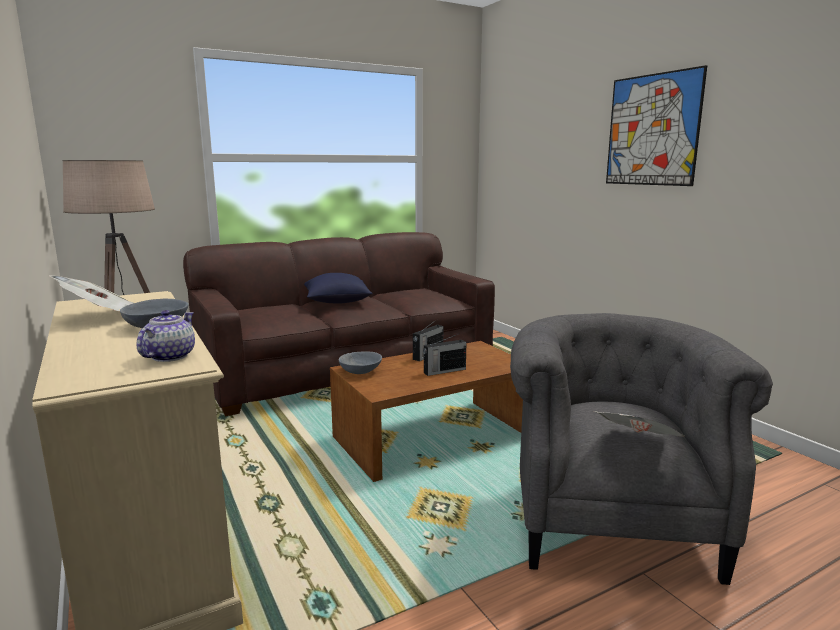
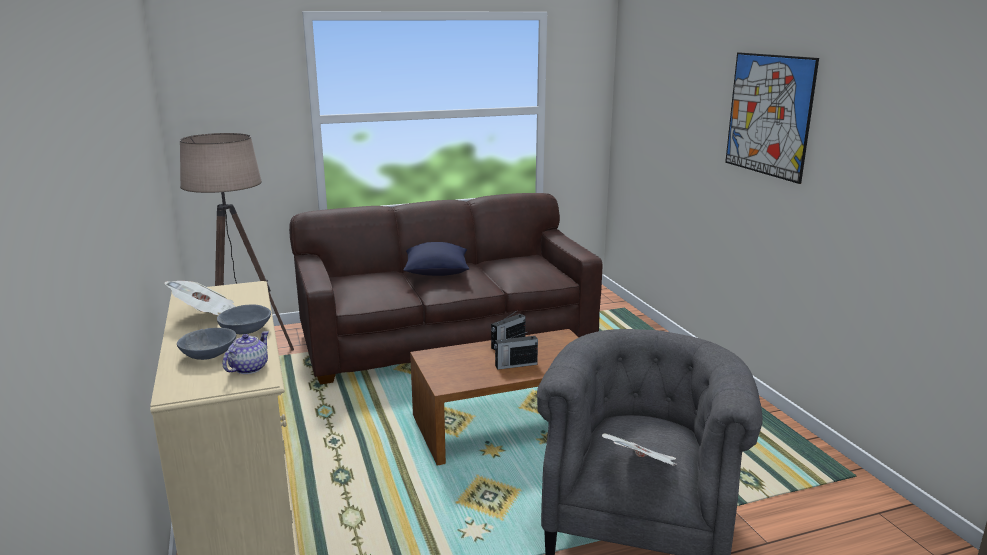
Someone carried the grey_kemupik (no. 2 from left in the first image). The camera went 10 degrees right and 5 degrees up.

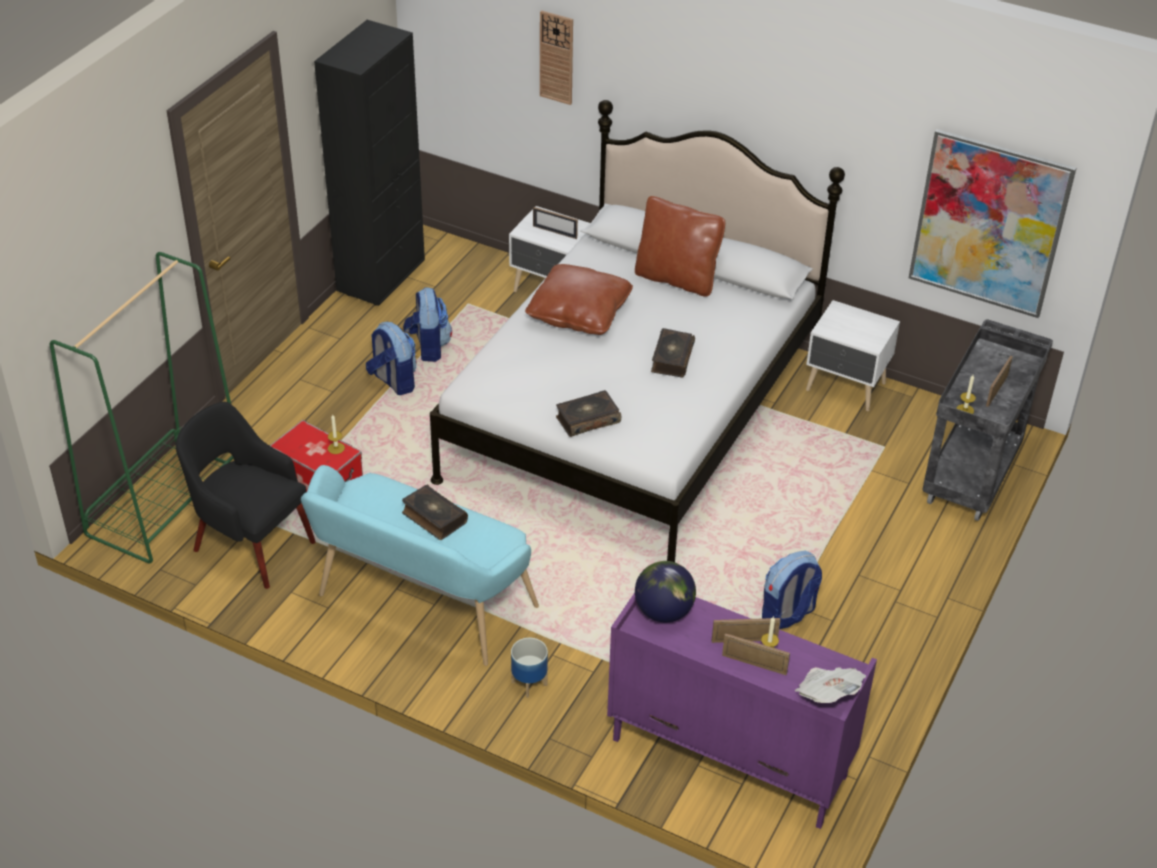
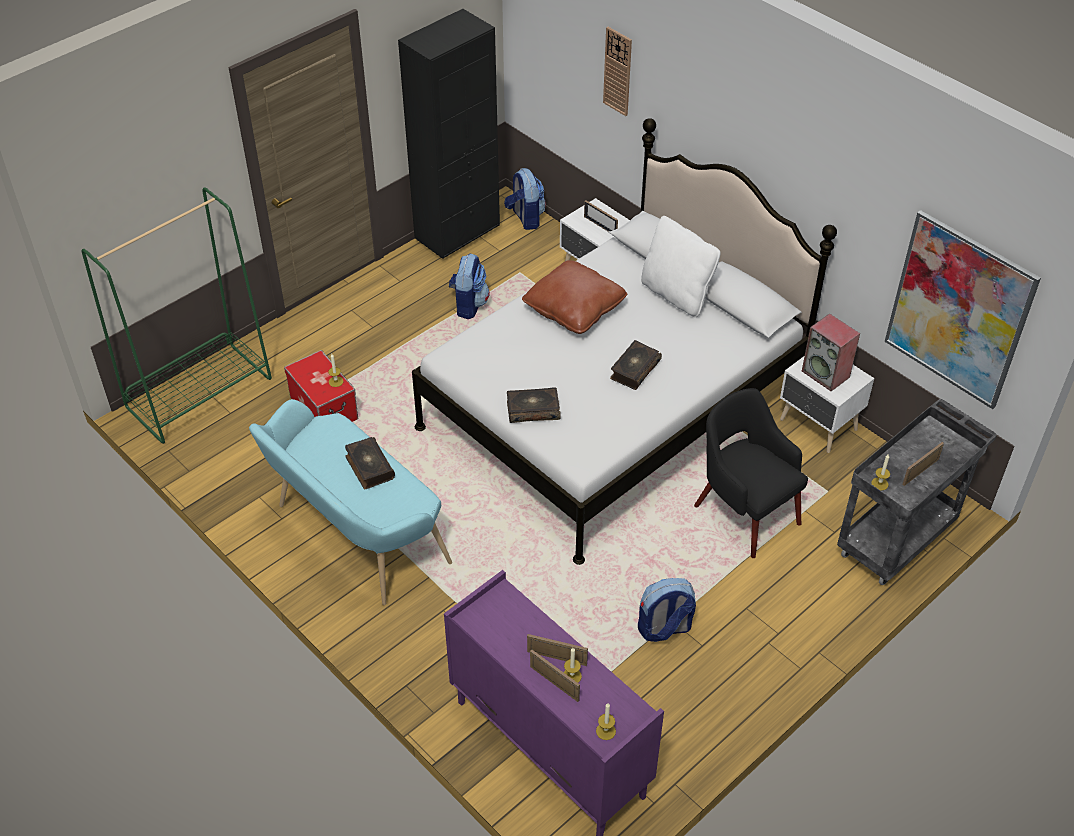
Someone carried the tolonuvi (no. 1 from left in the first image). Someone swapped the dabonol for the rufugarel (no. 3 from left). Someone repainted the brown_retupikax (no. 2 from left), which became the white_retupikax. Someone carried the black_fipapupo. Someone put down the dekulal. Someone took away the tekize. Someone took away the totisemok. The camera went 20 degrees right and 5 degrees up.

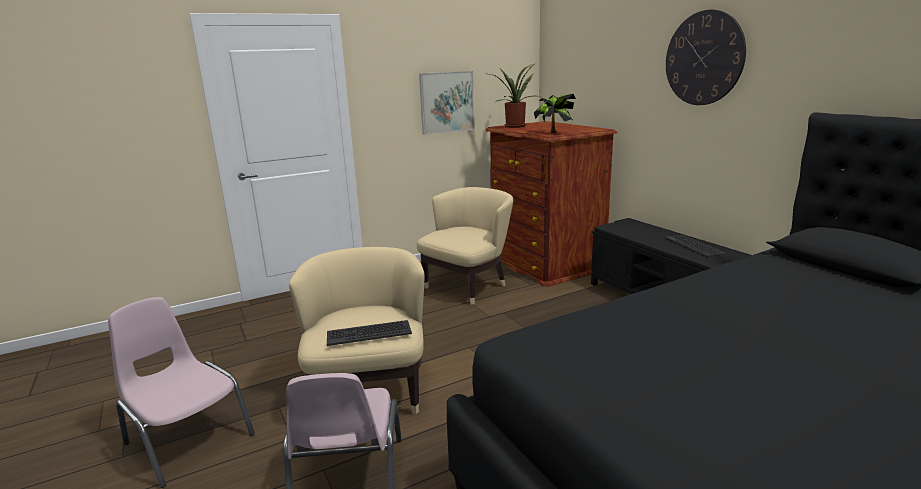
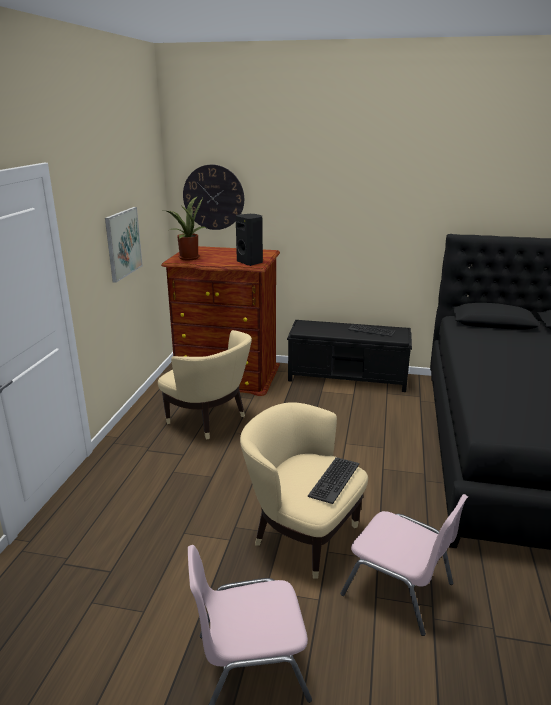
Someone rotated the beige_fipapupo (no. 2 from left in the first image) by 135 degrees clockwise. Someone carried the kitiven. Someone swapped the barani (no. 2 from left) for the black_dekulal. The camera went 50 degrees left and 5 degrees up.

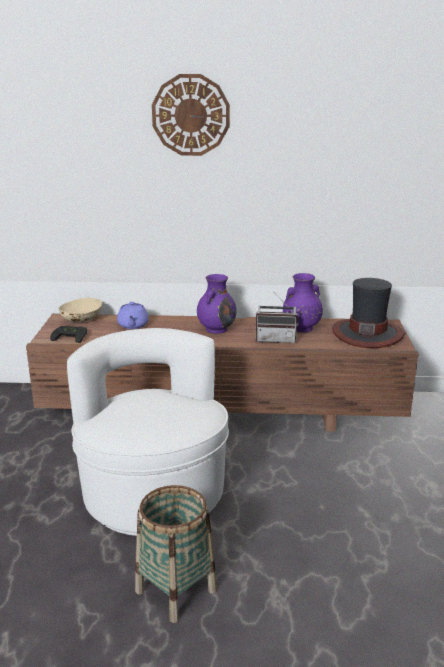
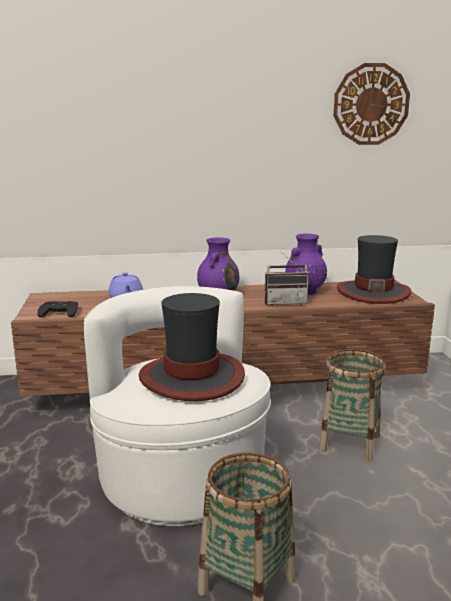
Someone put down the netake (no. 1 from left). Someone put down the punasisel (no. 2 from left). Someone carried the kitiven. Someone took away the beige_kemupik. The camera went 10 degrees left and 5 degrees down.

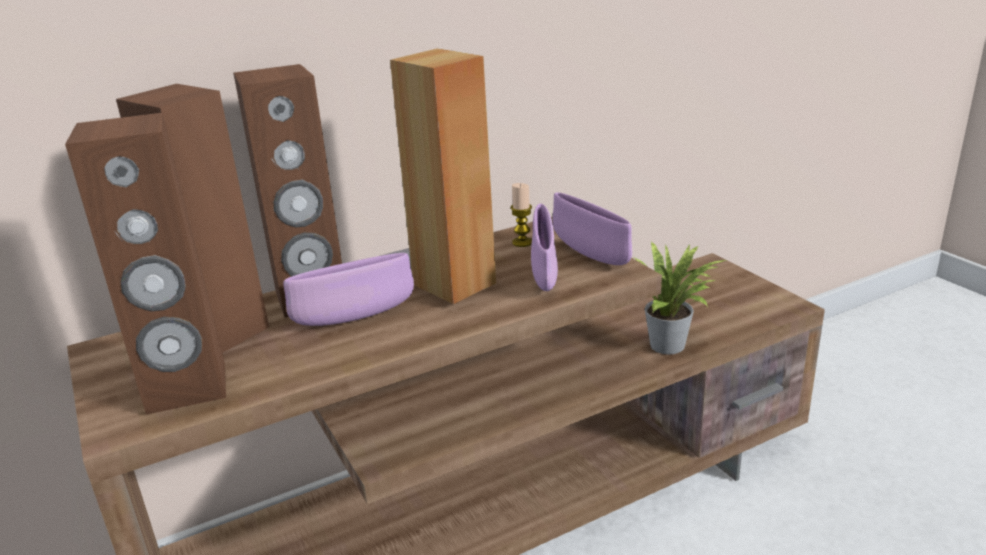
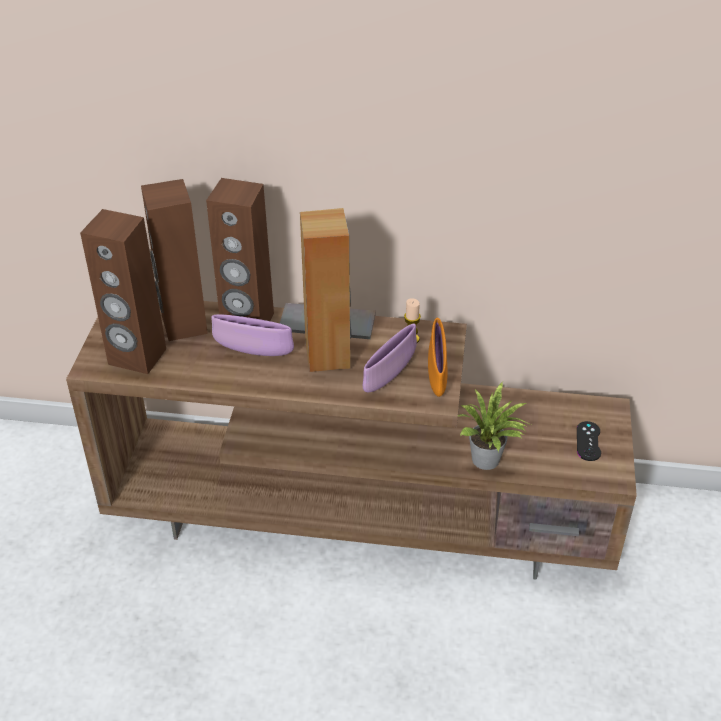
Someone repainted the purple_kemupik (no. 3 from left), which became the orange_kemupik. Someone put down the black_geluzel. The camera went 35 degrees right and 15 degrees up.

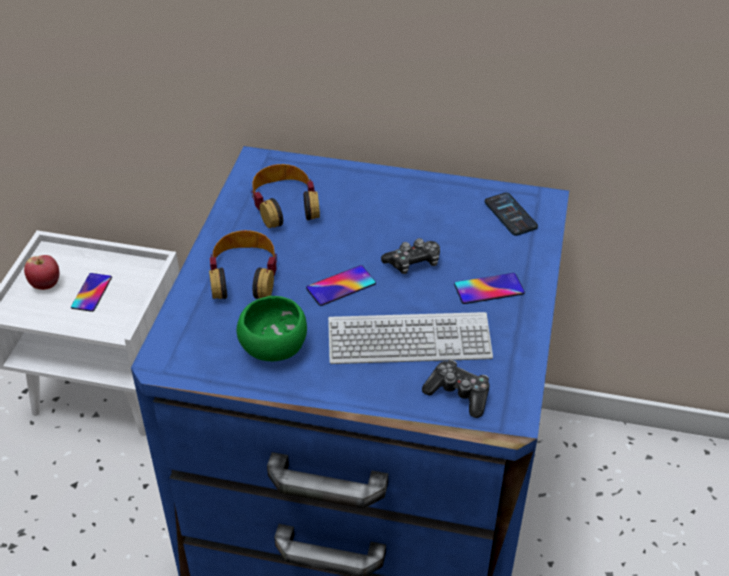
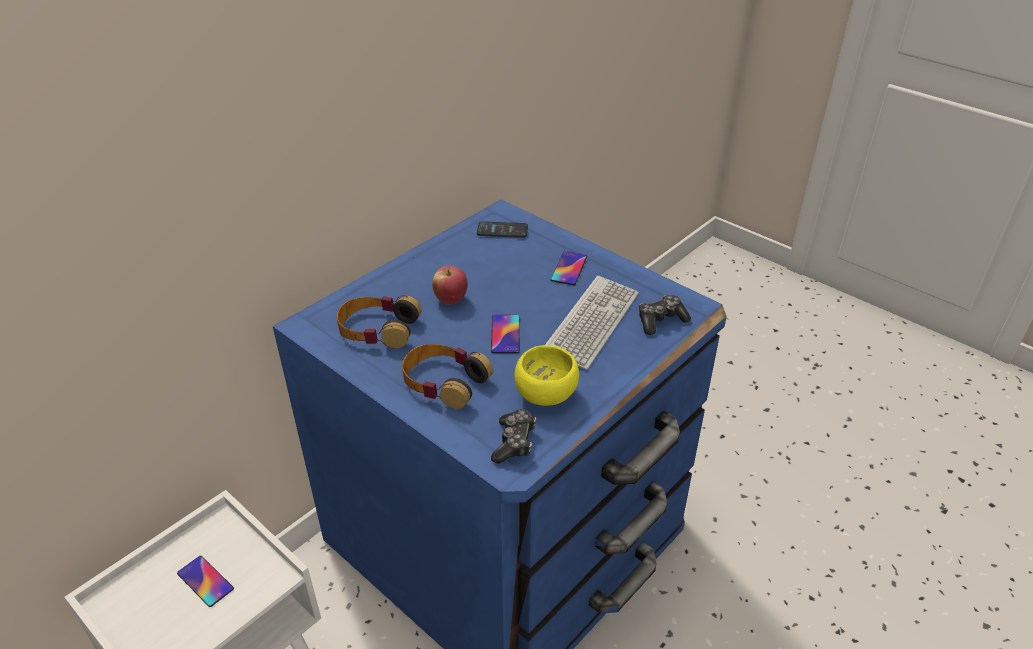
Someone carried the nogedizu. Someone carried the geluzel (no. 1 from left). Someone repainted the green_kemupik, which became the yellow_kemupik. The camera went 60 degrees left and 5 degrees down.

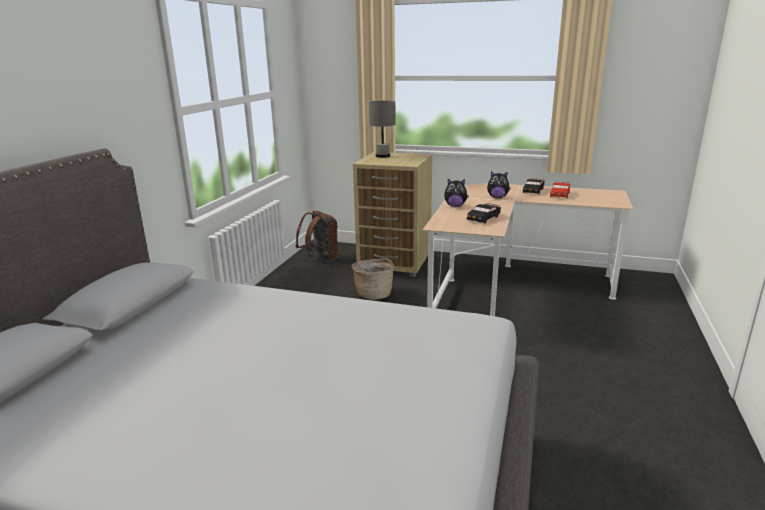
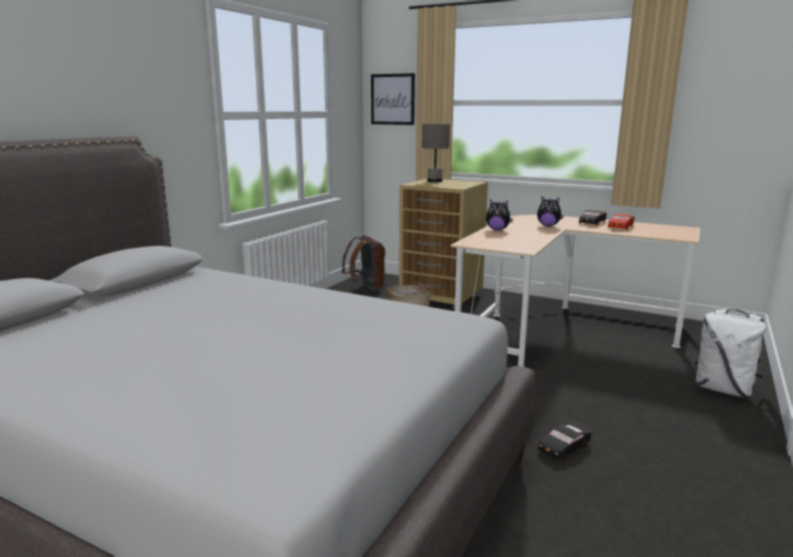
Someone put up the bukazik. Someone carried the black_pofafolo (no. 1 from left). Someone put down the white_tolonuvi. The camera went 10 degrees right and 5 degrees down.

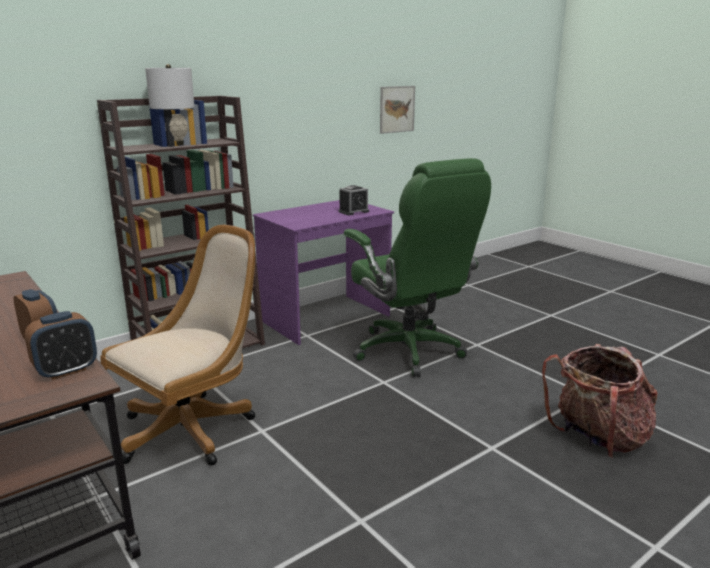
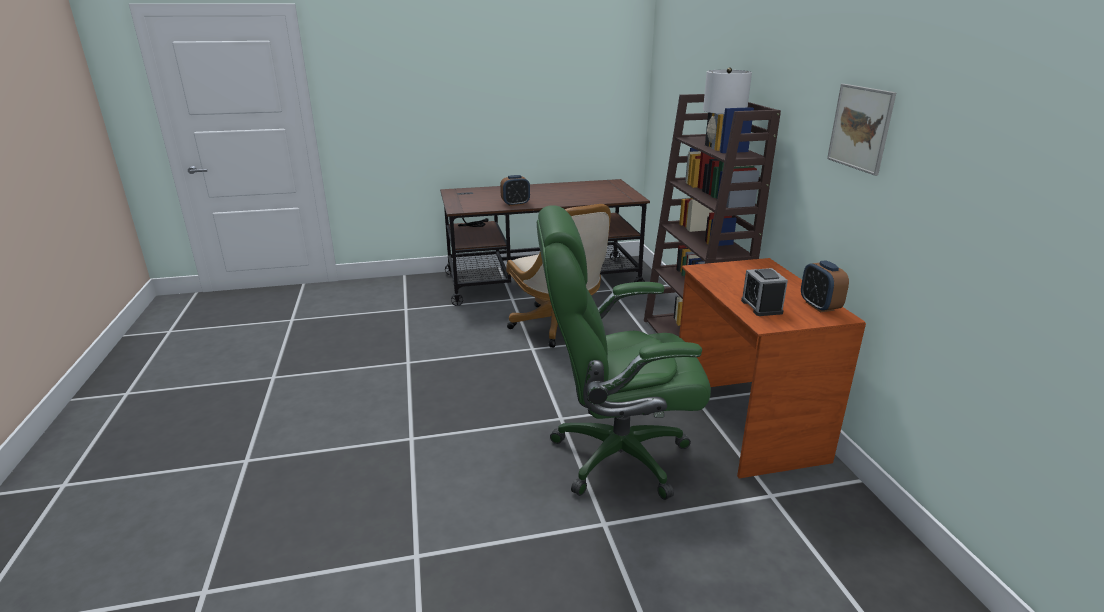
Someone repainted the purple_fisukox, which became the brown_fisukox (no. 2 from left). Someone carried the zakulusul (no. 2 from left in the first image). Someone carried the bukazik. Someone took away the tolonuvi. The camera went 115 degrees right and 5 degrees up.

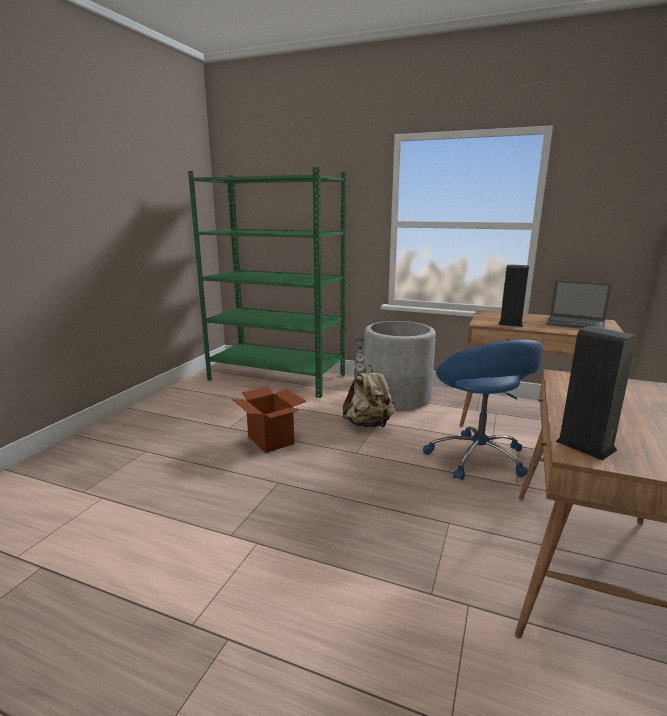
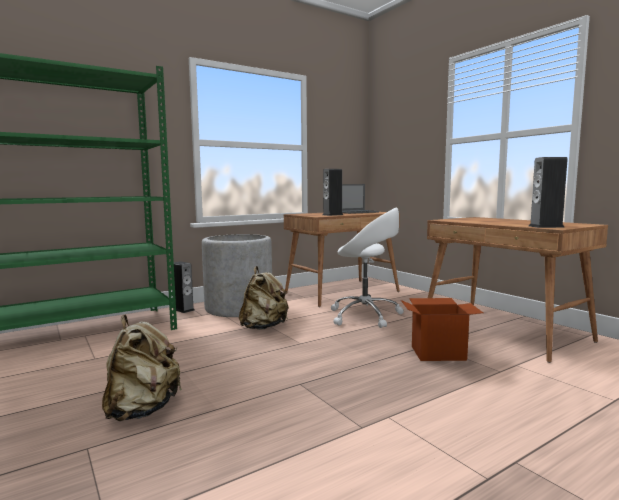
Someone put down the beige_tolonuvi (no. 1 from left). Someone repainted the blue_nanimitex, which became the white_nanimitex. Someone carried the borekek. The camera went 55 degrees left and 10 degrees down.

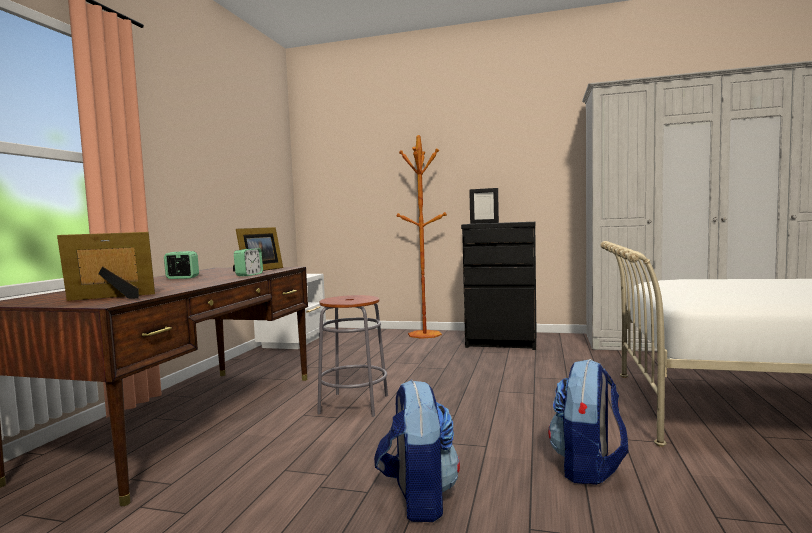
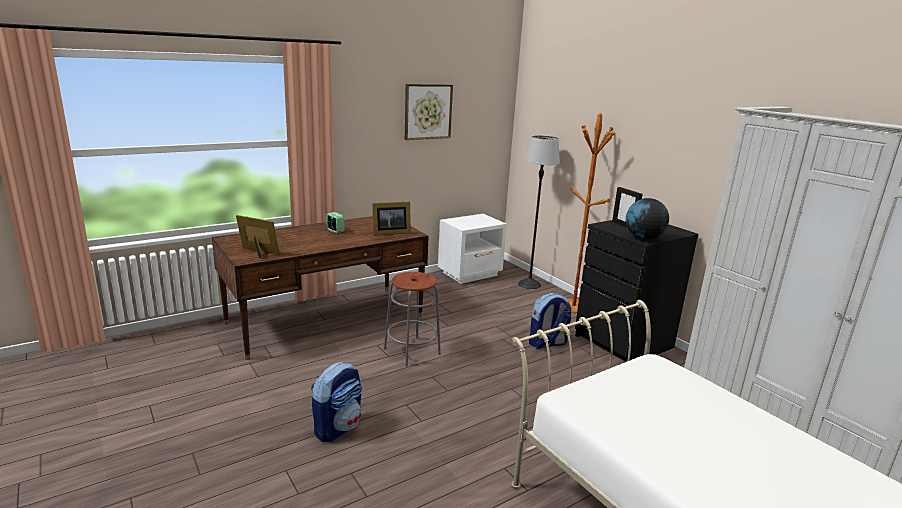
Someone put up the bukazik. Someone put down the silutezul. Someone carried the tolonuvi (no. 2 from left). Someone put down the totisemok. Someone took away the zakulusul (no. 2 from left). The camera went 40 degrees right and 15 degrees up.

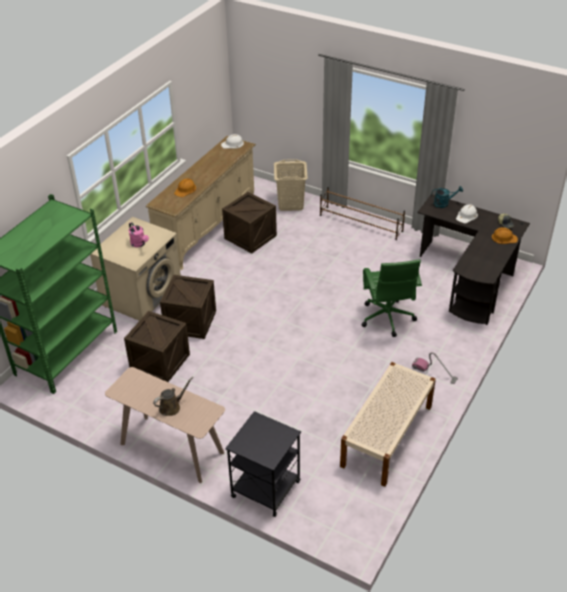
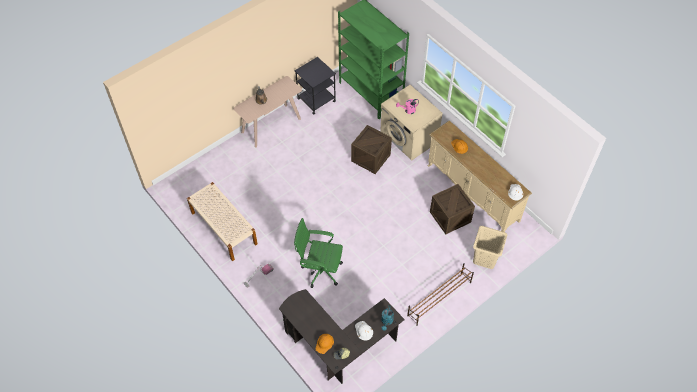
Someone carried the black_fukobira. Someone took away the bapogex (no. 1 from left). The camera went 110 degrees right and 15 degrees up.

